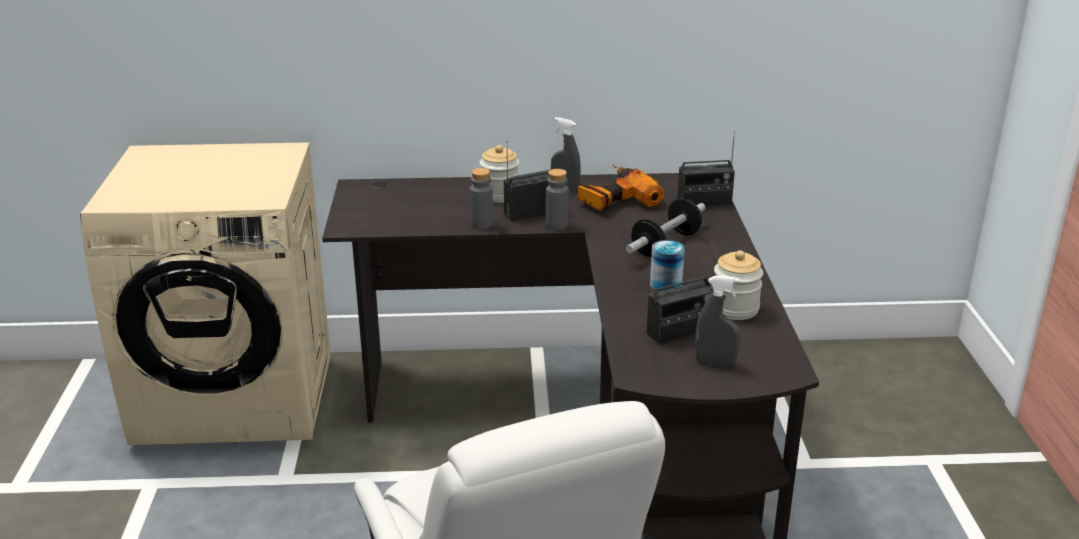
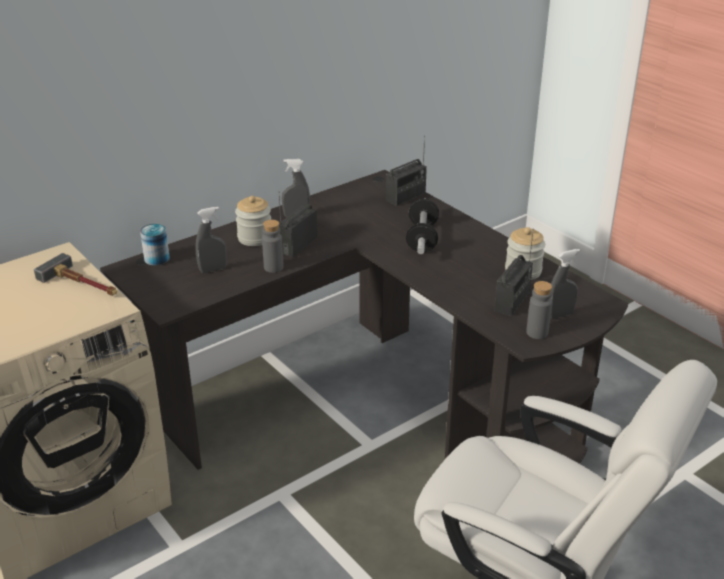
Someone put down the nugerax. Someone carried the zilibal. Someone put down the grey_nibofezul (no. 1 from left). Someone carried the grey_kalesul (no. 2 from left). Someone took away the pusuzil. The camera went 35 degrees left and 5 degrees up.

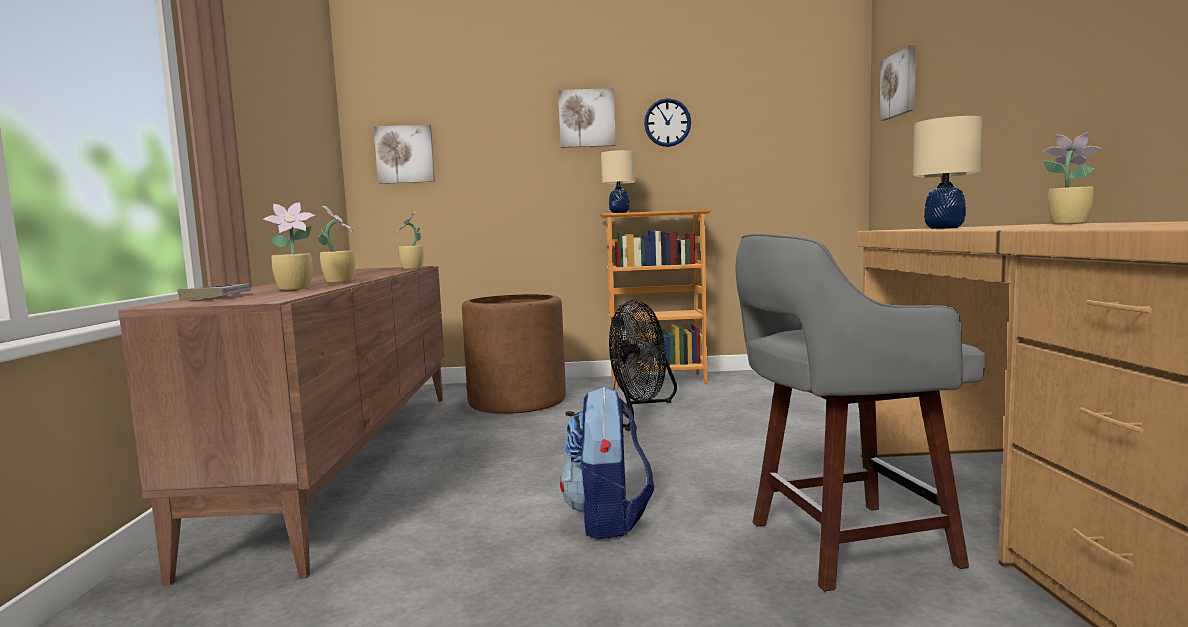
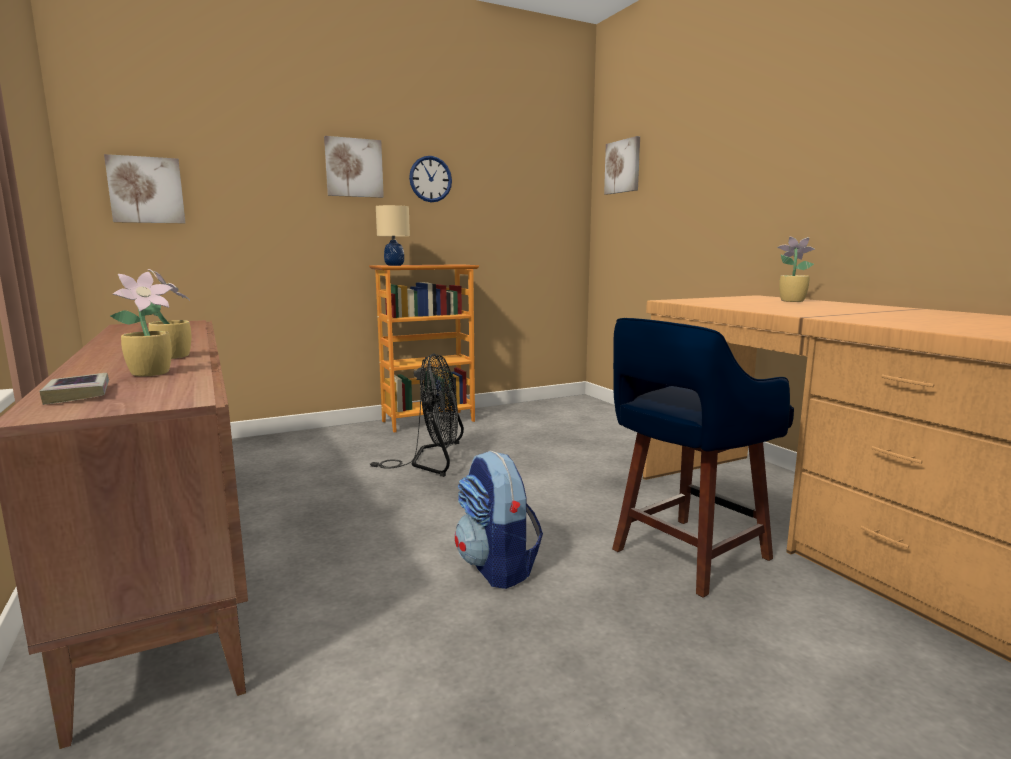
Someone repainted the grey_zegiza, which became the blue_zegiza. Someone took away the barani (no. 3 from left). Someone took away the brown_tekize. Someone took away the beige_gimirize (no. 2 from left). The camera went 25 degrees left and 5 degrees up.

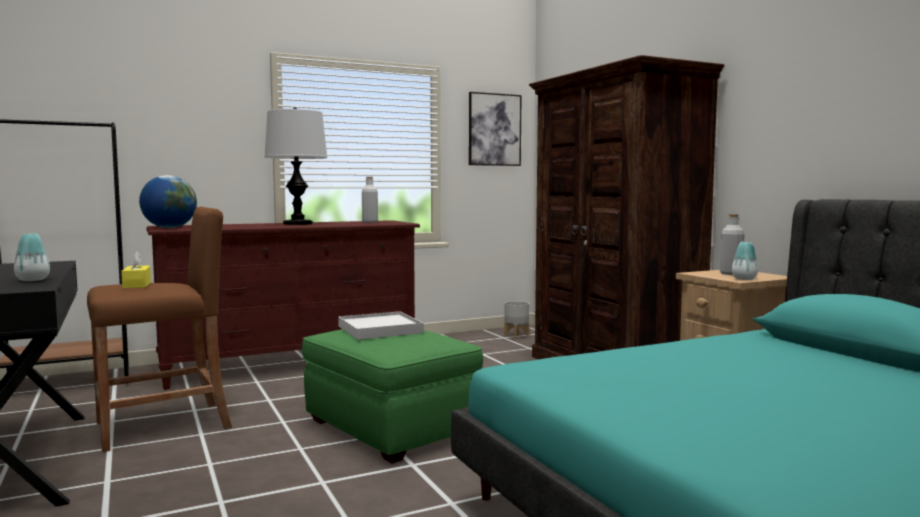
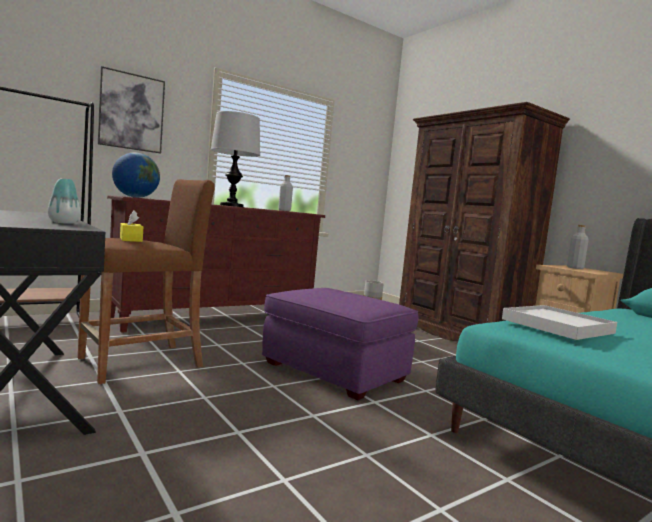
Someone carried the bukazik. Someone repainted the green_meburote, which became the purple_meburote. Someone carried the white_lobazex. Someone took away the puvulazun (no. 2 from left). The camera went 10 degrees left and 0 degrees up.

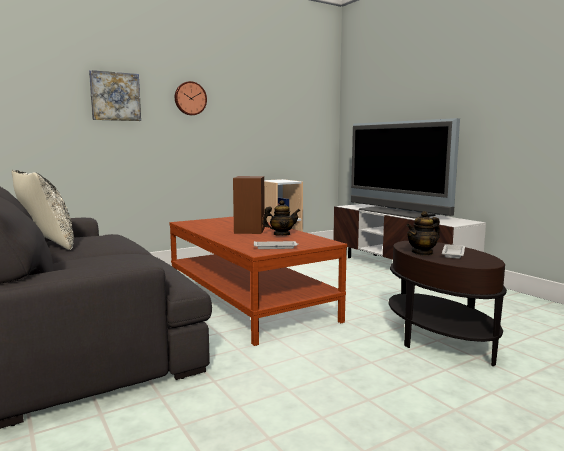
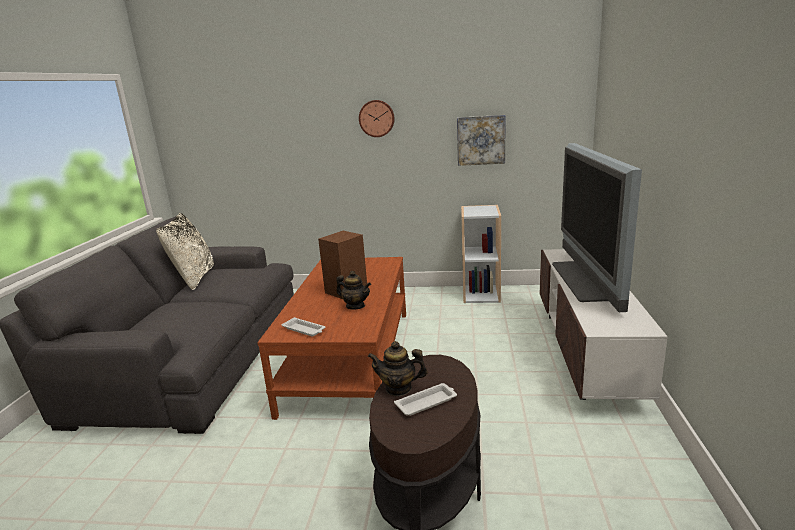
Someone carried the bukazik. The camera went 40 degrees right and 10 degrees up.

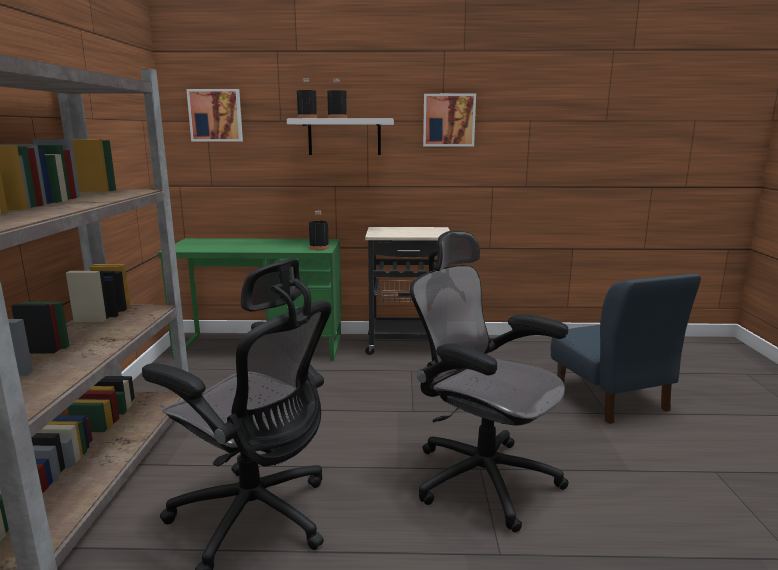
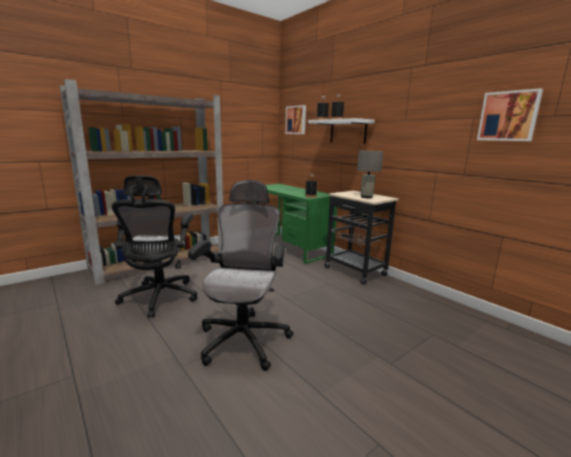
Someone put down the grey_gimirize. Someone carried the bukazik (no. 2 from left). Someone took away the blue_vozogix. The camera went 50 degrees right and 0 degrees up.

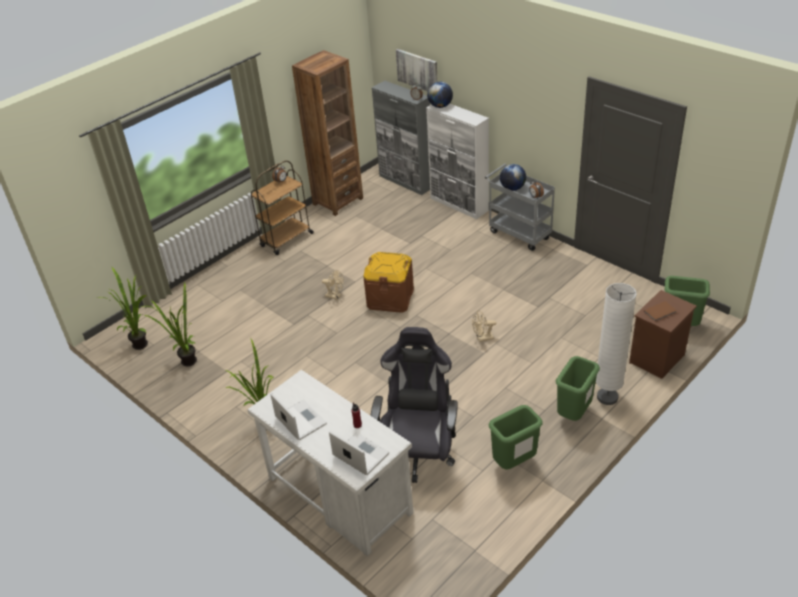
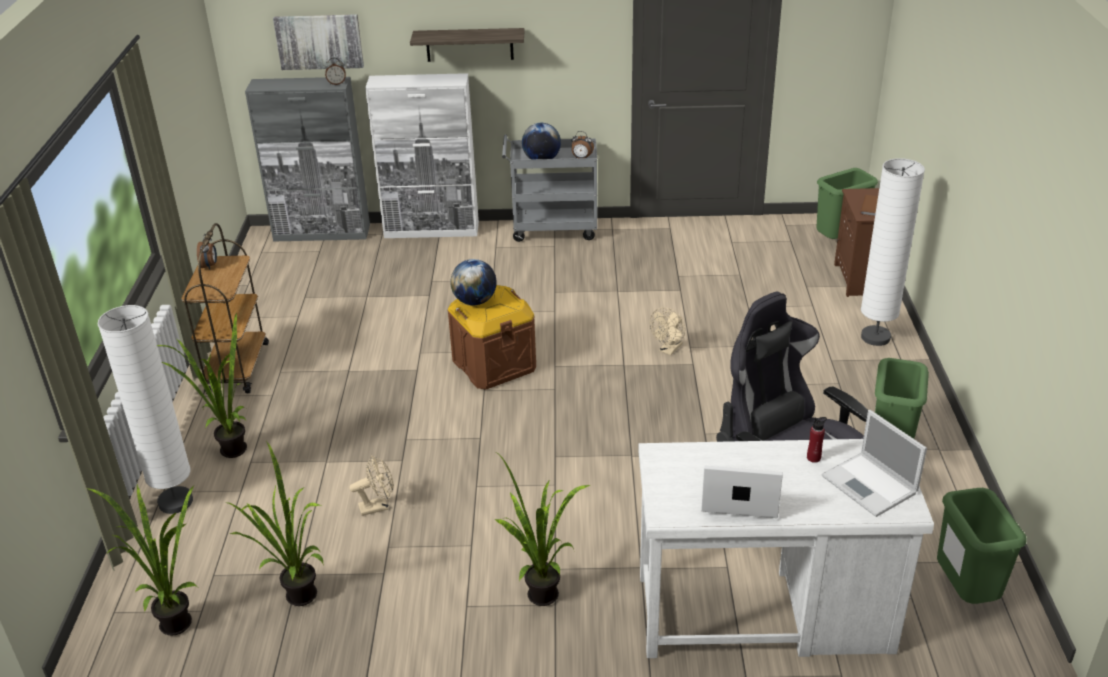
Someone put down the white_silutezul (no. 1 from left). Someone put down the barani (no. 2 from left). Someone carried the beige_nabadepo (no. 1 from left). Someone put up the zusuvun. Someone carried the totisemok (no. 1 from left). Someone rotated the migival (no. 2 from left) by 120 degrees counterclockwise. Someone carried the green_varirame (no. 2 from left in the first image). Someone took away the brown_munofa. The camera went 45 degrees left and 5 degrees down.

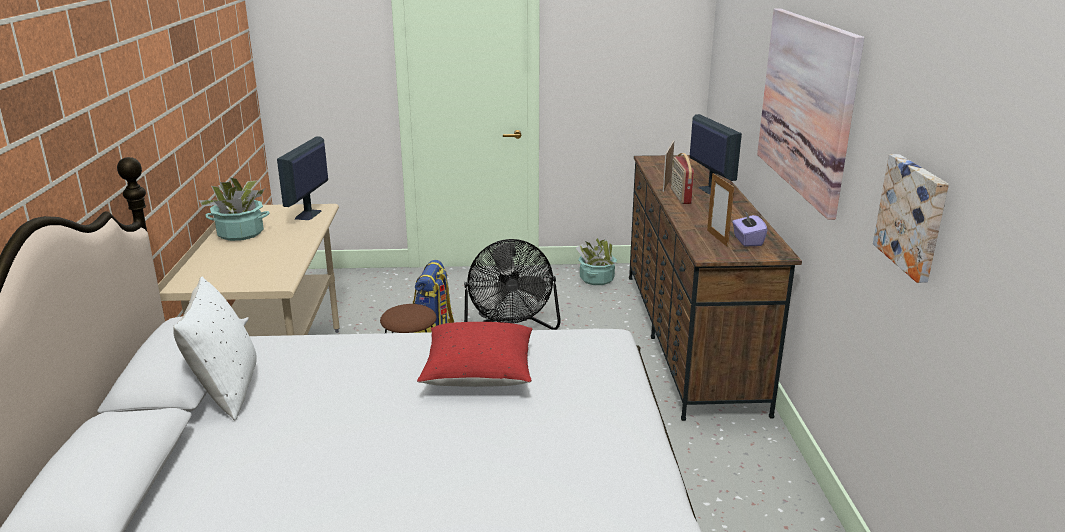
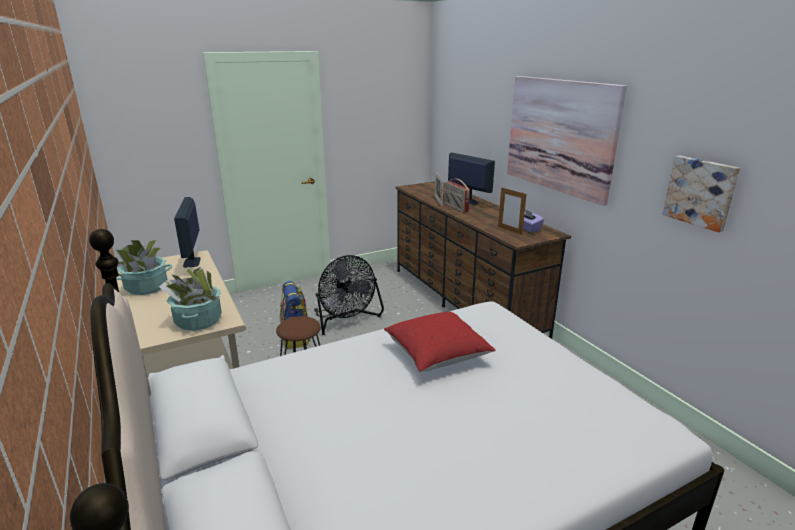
Someone carried the barani (no. 2 from left). Someone took away the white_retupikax. The camera went 25 degrees left and 0 degrees up.

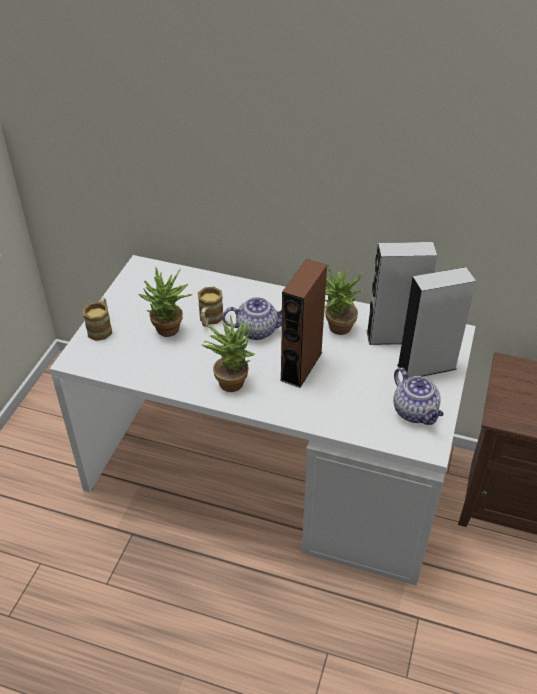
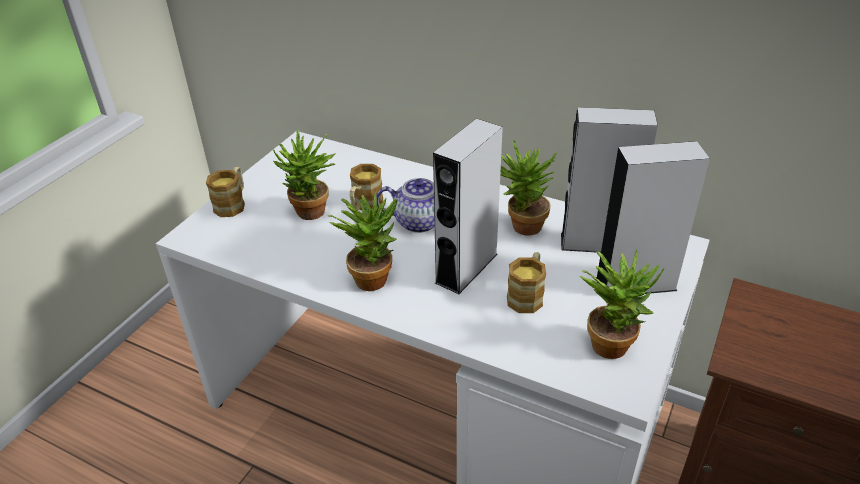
Someone repainted the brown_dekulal, which became the grey_dekulal (no. 1 from left). Someone put down the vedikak (no. 3 from left). Someone swapped the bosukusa (no. 2 from left) for the barani (no. 4 from left). The camera went 10 degrees right and 5 degrees down.

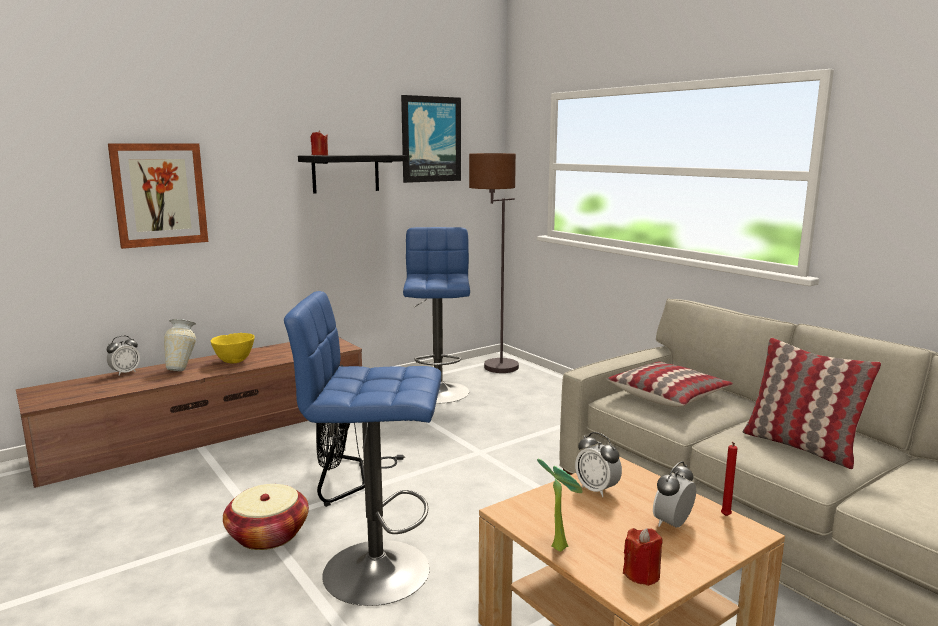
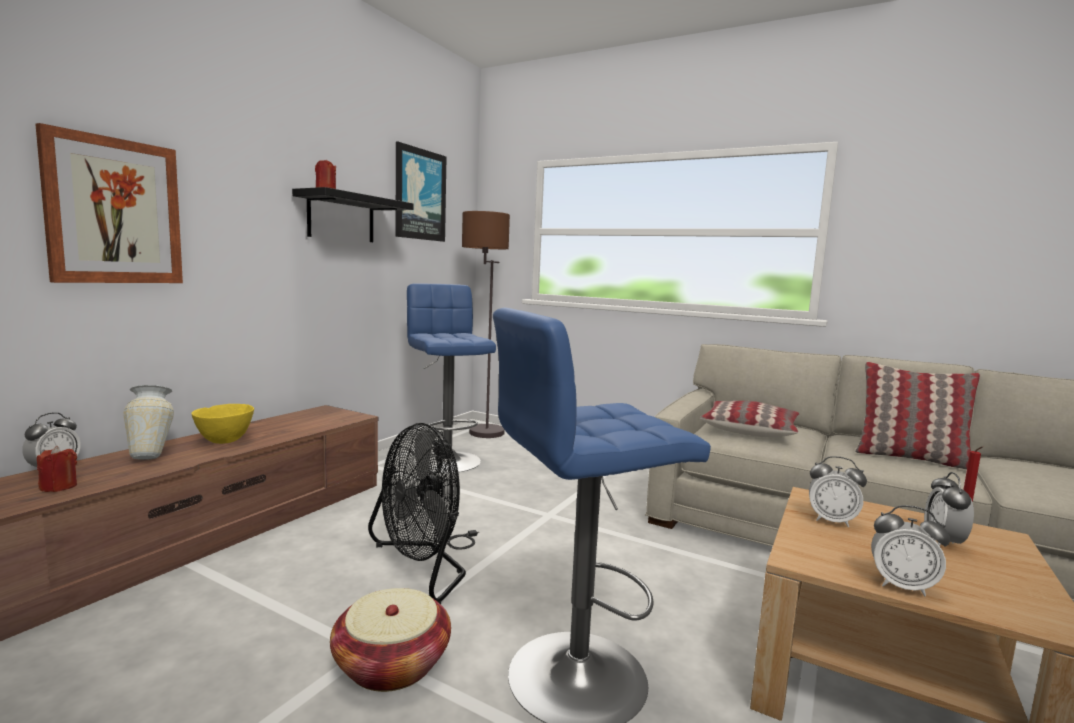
Someone carried the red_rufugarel (no. 2 from left in the first image). Someone swapped the barani for the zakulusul (no. 3 from left). The camera went 25 degrees left and 5 degrees down.

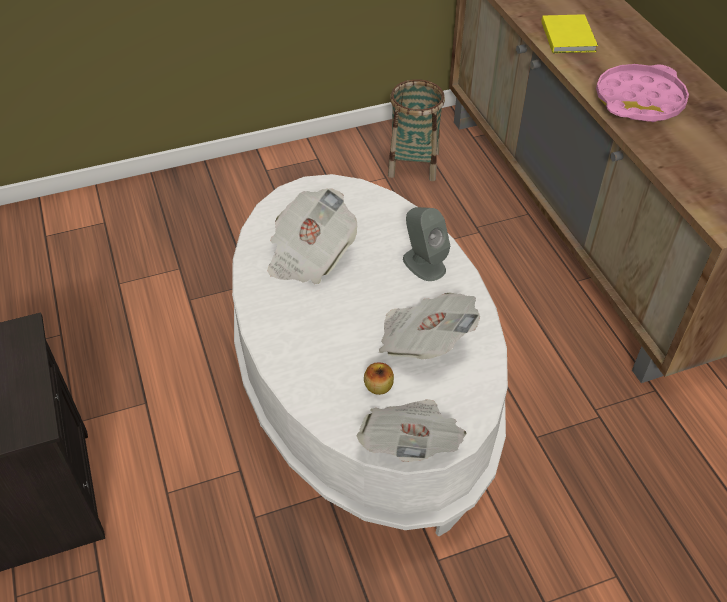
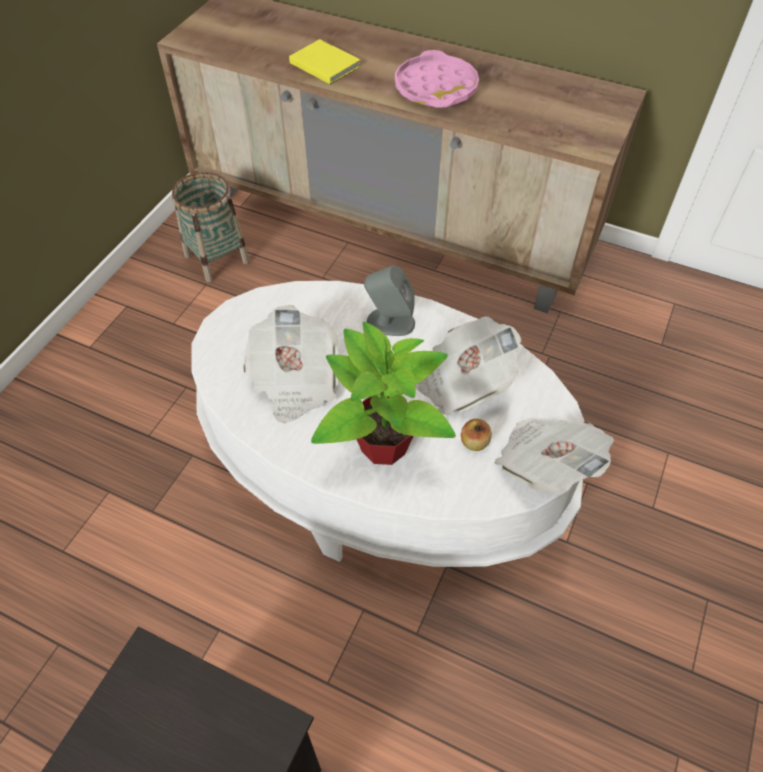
Someone put down the barani. The camera went 45 degrees left and 5 degrees up.

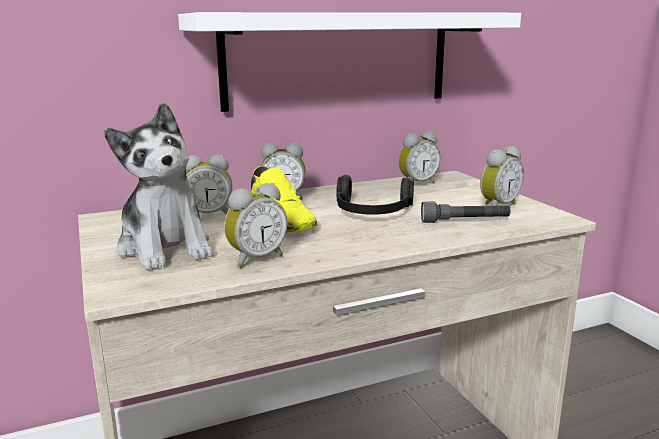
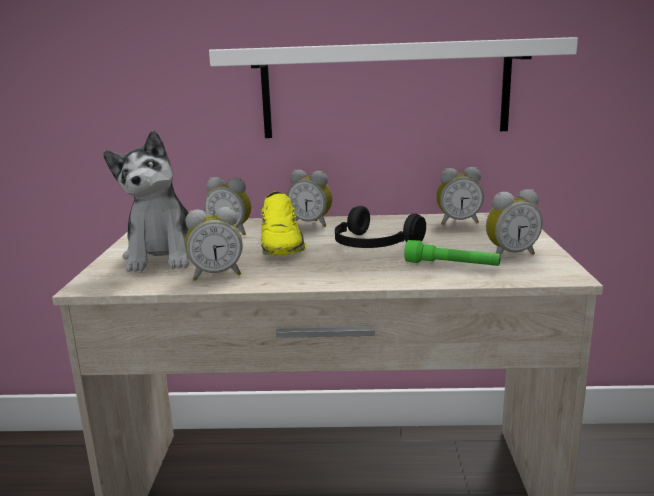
Someone repainted the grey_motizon, which became the green_motizon. The camera went 25 degrees right and 0 degrees up.

